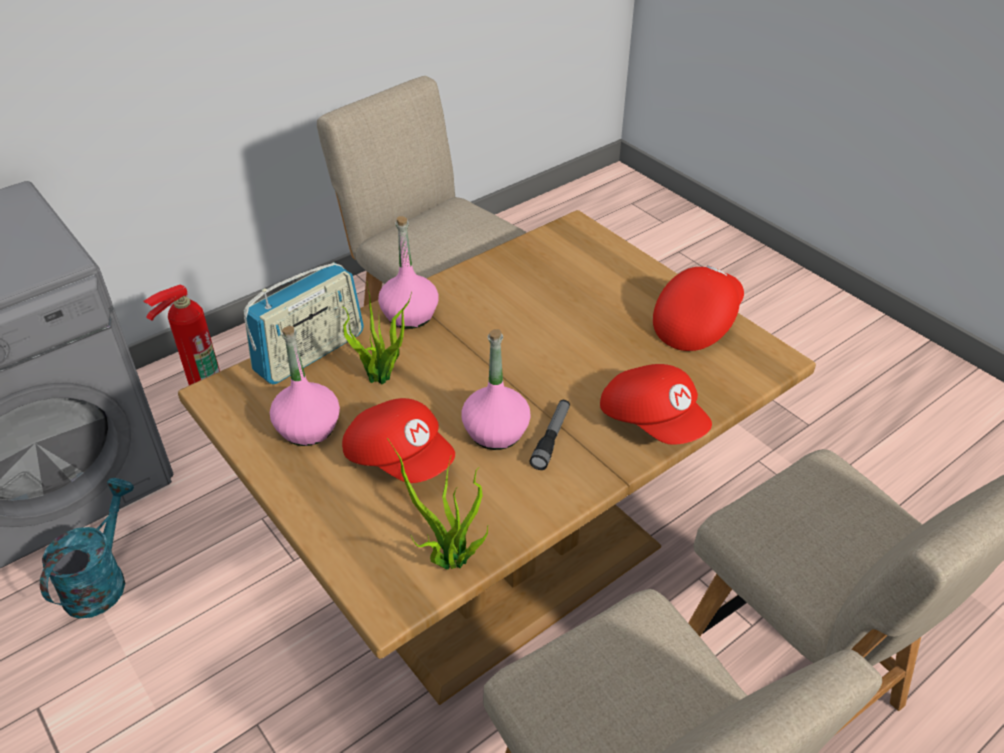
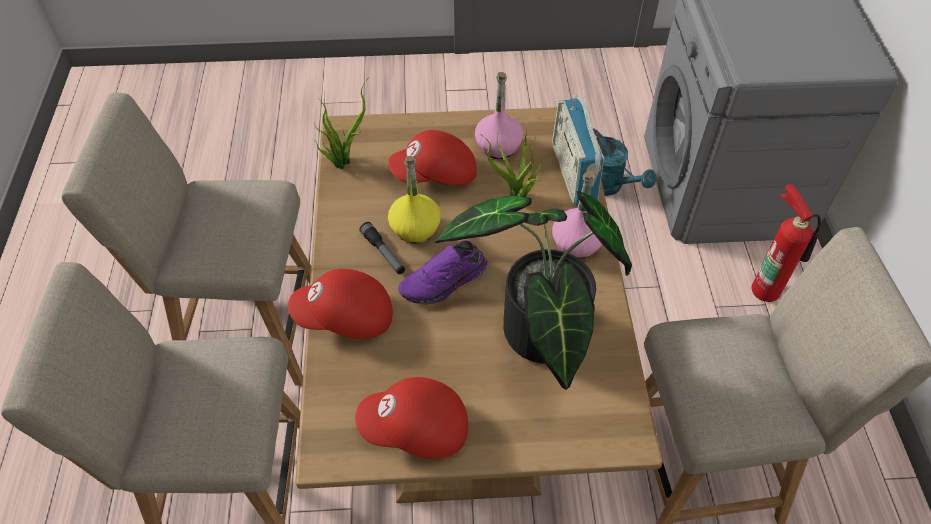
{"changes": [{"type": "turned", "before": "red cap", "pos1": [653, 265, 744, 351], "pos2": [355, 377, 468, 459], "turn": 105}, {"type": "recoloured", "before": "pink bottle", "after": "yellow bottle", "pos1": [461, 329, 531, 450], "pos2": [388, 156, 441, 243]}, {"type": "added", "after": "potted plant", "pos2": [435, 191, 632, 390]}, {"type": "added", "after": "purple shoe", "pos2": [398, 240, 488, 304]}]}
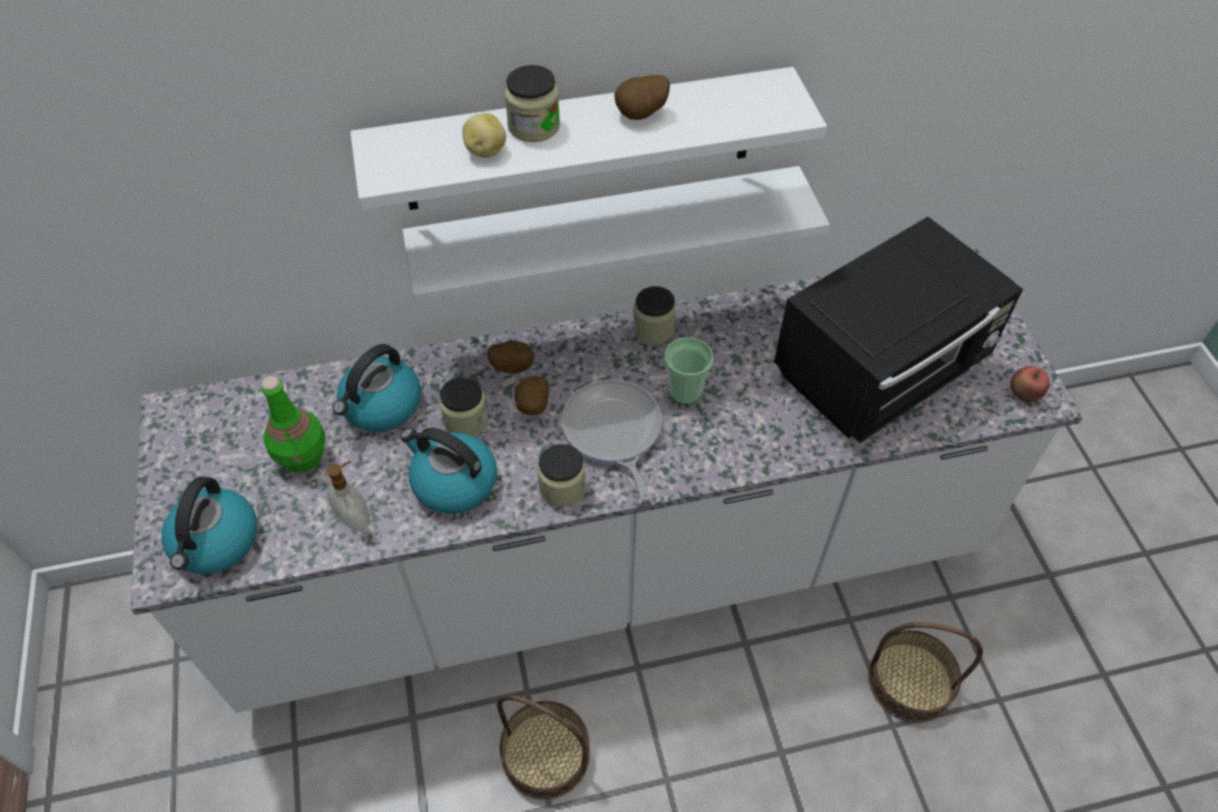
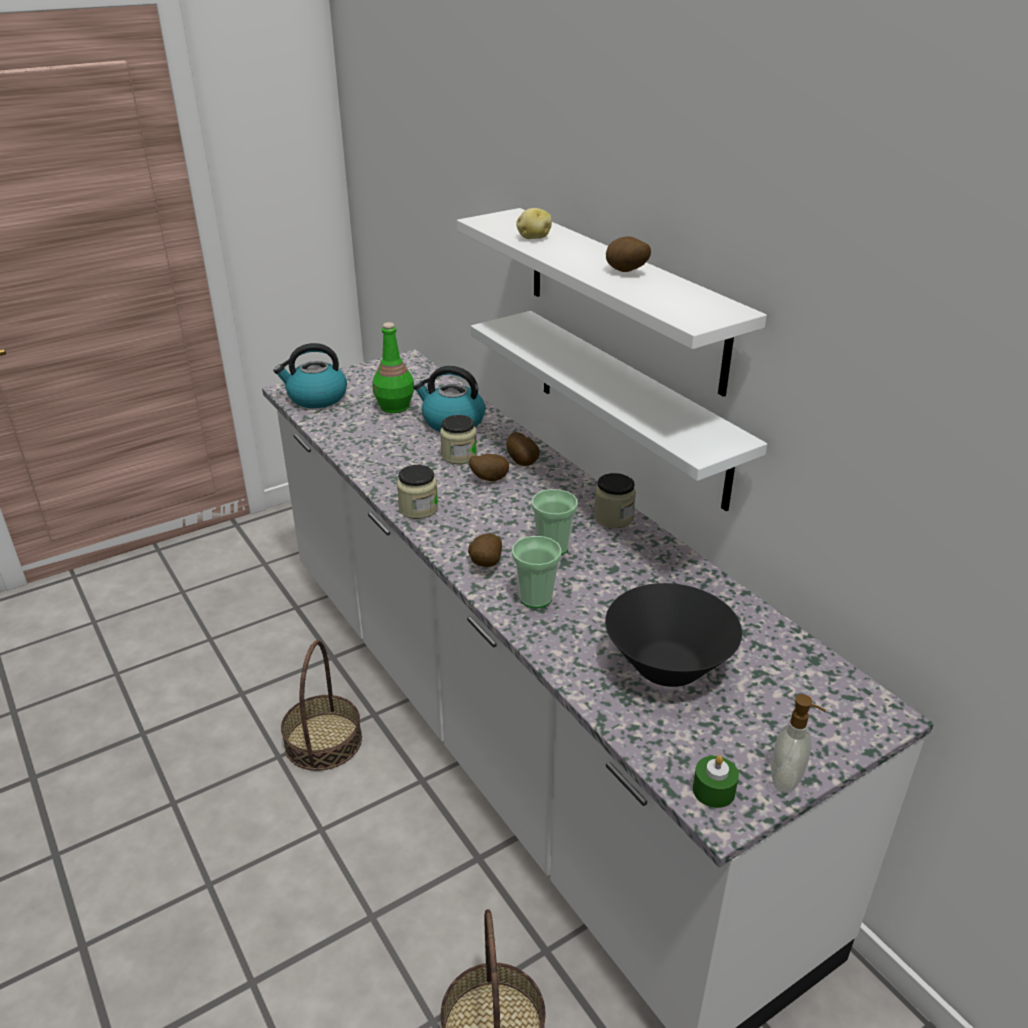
{"changes": [{"type": "removed", "before": "jar", "pos1": [504, 65, 560, 142]}, {"type": "replaced", "before": "black microwave", "after": "black bowl", "pos1": [774, 217, 1023, 444], "pos2": [605, 583, 742, 687]}, {"type": "replaced", "before": "apple", "after": "green candle", "pos1": [1010, 366, 1049, 402], "pos2": [693, 755, 739, 808]}, {"type": "removed", "before": "frying pan", "pos1": [562, 380, 662, 500]}, {"type": "removed", "before": "kettle", "pos1": [400, 428, 497, 514]}, {"type": "moved", "before": "soap dispenser", "pos1": [327, 461, 370, 532], "pos2": [771, 694, 826, 793]}, {"type": "added", "after": "potato", "pos2": [468, 533, 502, 567]}, {"type": "added", "after": "cup", "pos2": [512, 536, 562, 608]}]}
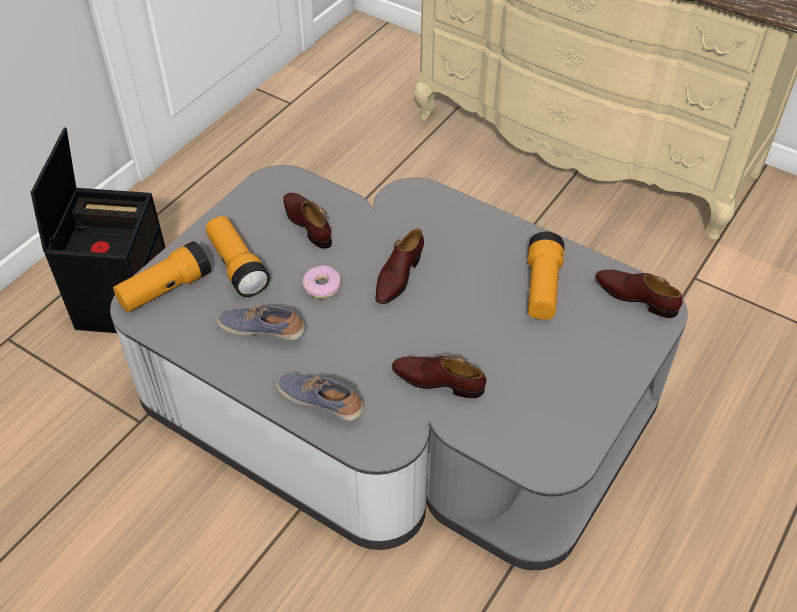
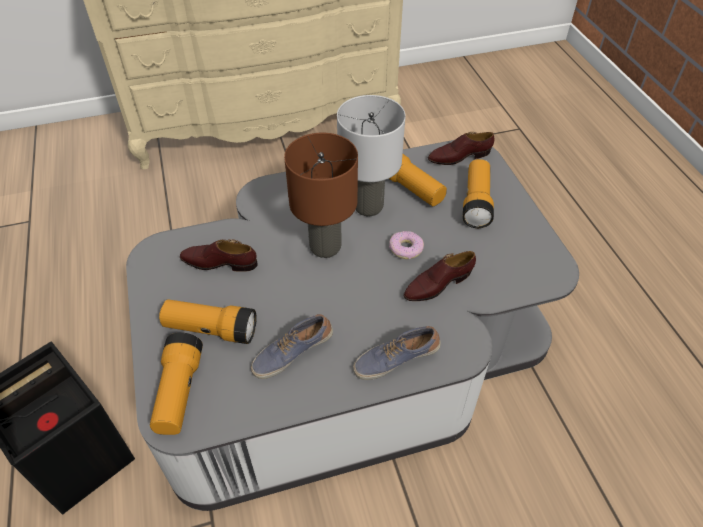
{"changes": [{"type": "replaced", "before": "brown shoe", "after": "brown table lamp", "pos1": [375, 229, 424, 304], "pos2": [284, 133, 358, 258]}, {"type": "moved", "before": "donut", "pos1": [302, 265, 341, 298], "pos2": [389, 231, 424, 259]}, {"type": "added", "after": "white table lamp", "pos2": [337, 95, 406, 216]}, {"type": "added", "after": "flashlight", "pos2": [463, 159, 494, 228]}]}
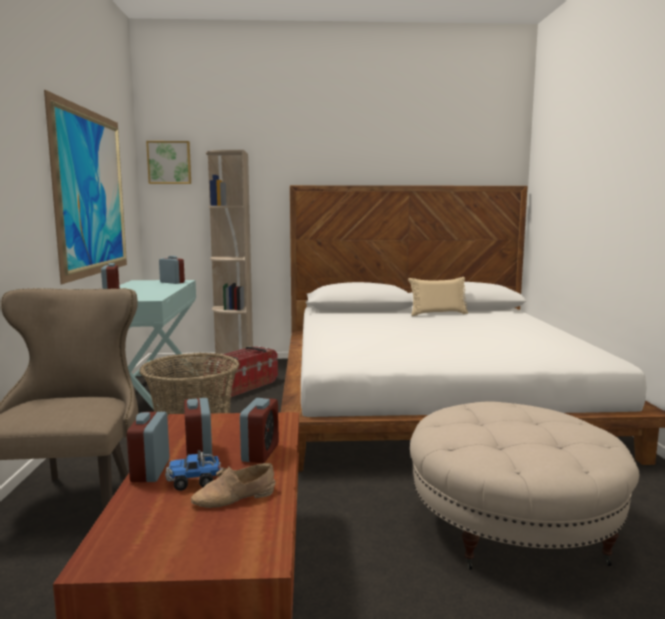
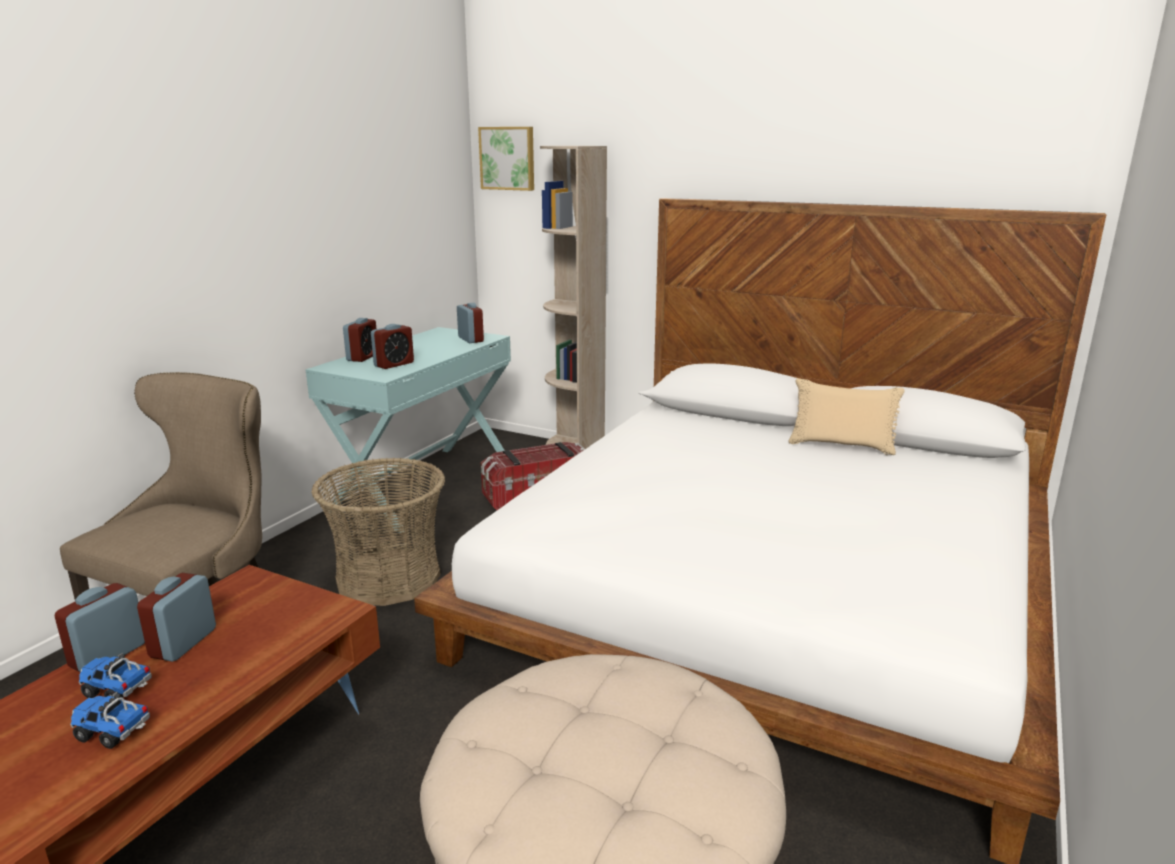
{"changes": [{"type": "removed", "before": "picture", "pos1": [44, 90, 127, 284]}, {"type": "moved", "before": "alarm clock", "pos1": [240, 398, 279, 463], "pos2": [371, 324, 414, 369]}, {"type": "replaced", "before": "beige shoe", "after": "toy truck", "pos1": [191, 463, 276, 508], "pos2": [70, 692, 150, 749]}]}
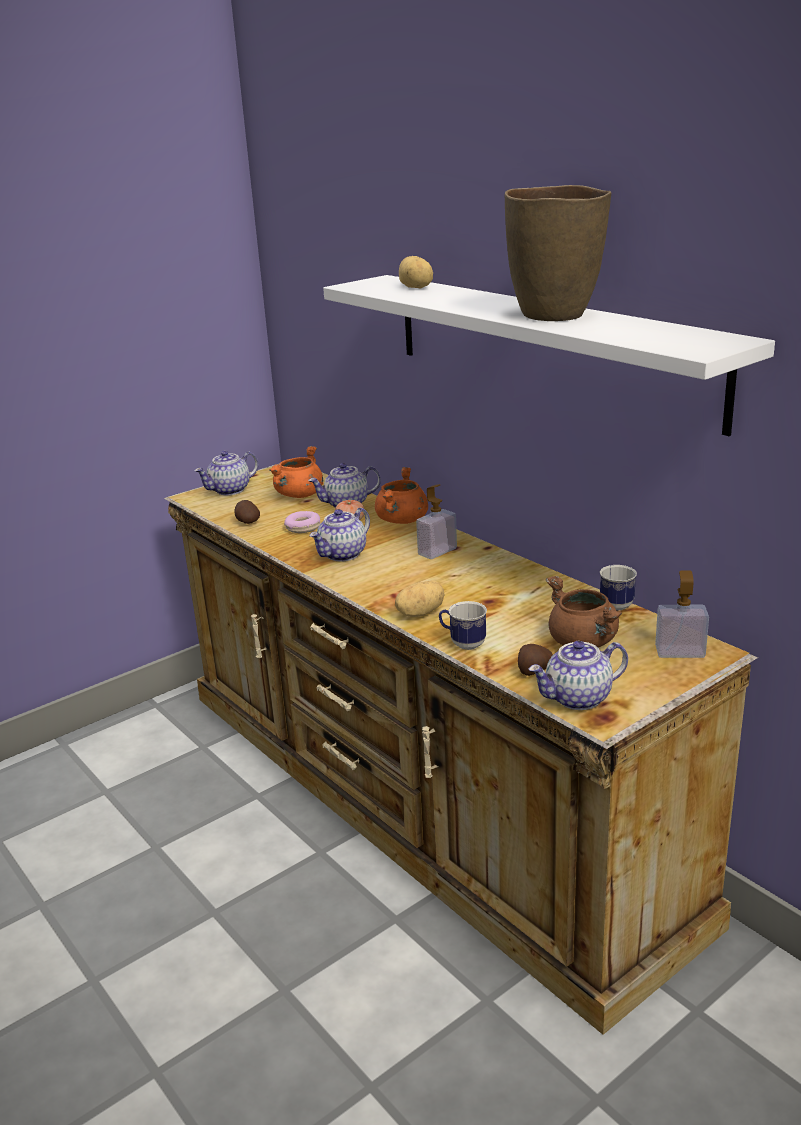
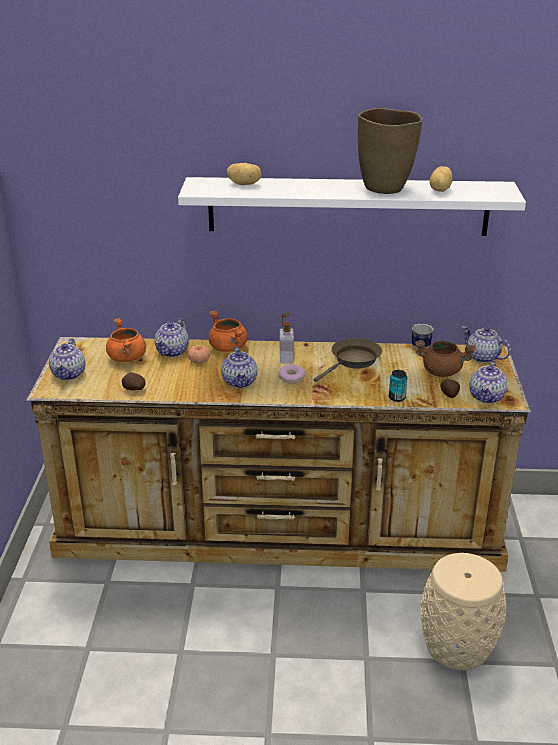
{"changes": [{"type": "moved", "before": "donut", "pos1": [284, 511, 321, 533], "pos2": [278, 364, 305, 384]}, {"type": "replaced", "before": "soap dispenser", "after": "teapot", "pos1": [655, 570, 709, 658], "pos2": [462, 326, 511, 363]}, {"type": "moved", "before": "potato", "pos1": [395, 580, 445, 617], "pos2": [430, 166, 453, 192]}, {"type": "replaced", "before": "mug", "after": "can", "pos1": [439, 601, 487, 650], "pos2": [389, 370, 407, 402]}, {"type": "added", "after": "brown frying pan", "pos2": [314, 338, 382, 382]}, {"type": "added", "after": "beige stool", "pos2": [420, 553, 506, 671]}]}
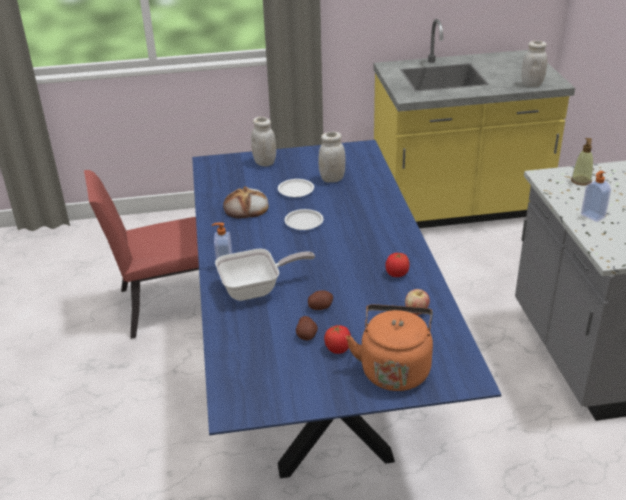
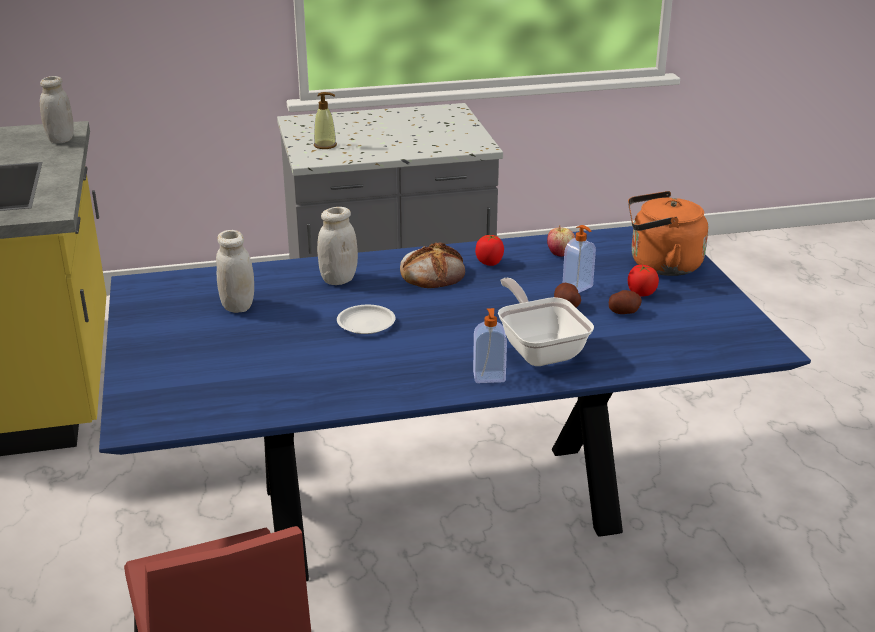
{"changes": [{"type": "moved", "before": "white jar", "pos1": [251, 117, 276, 166], "pos2": [317, 207, 358, 285]}, {"type": "moved", "before": "soap dispenser", "pos1": [581, 171, 611, 222], "pos2": [563, 225, 596, 293]}, {"type": "removed", "before": "white plate", "pos1": [278, 179, 314, 197]}, {"type": "moved", "before": "bread", "pos1": [223, 187, 269, 219], "pos2": [400, 242, 465, 288]}]}
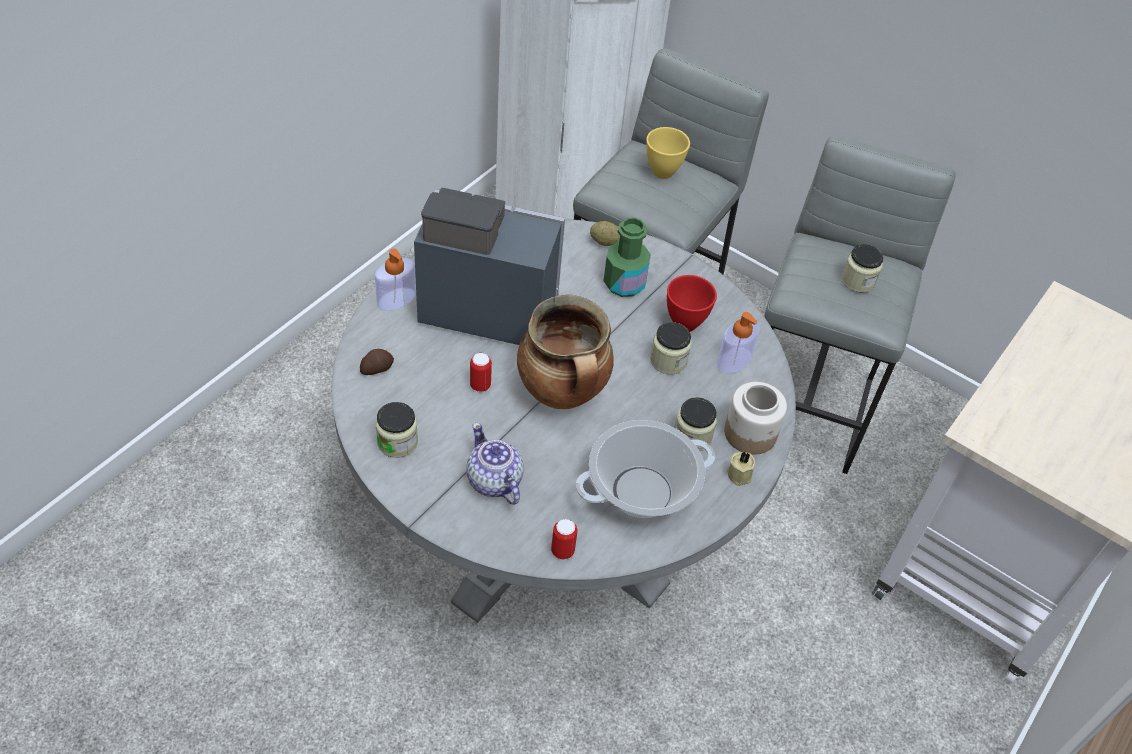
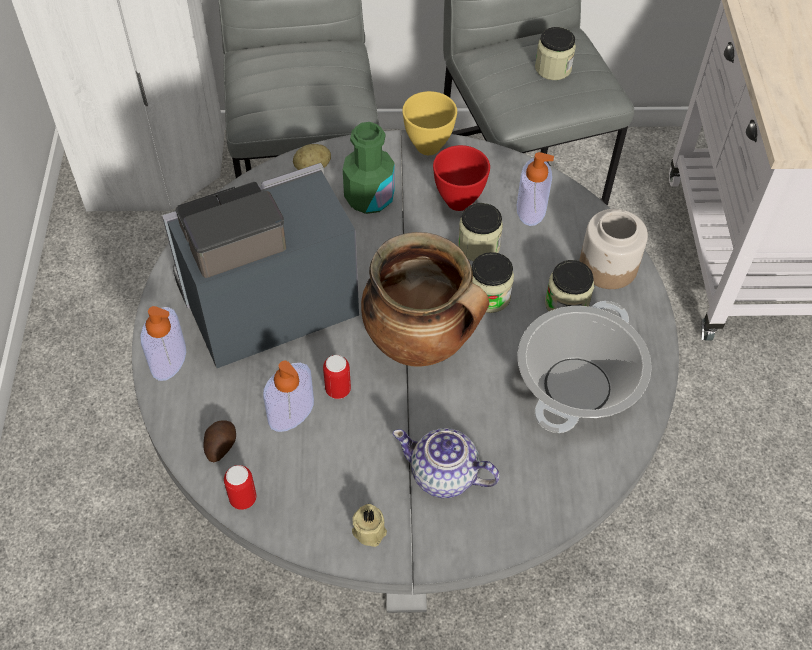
{"changes": [{"type": "moved", "before": "yellow bowl", "pos1": [646, 127, 690, 179], "pos2": [402, 91, 457, 155]}, {"type": "moved", "before": "jar", "pos1": [376, 402, 418, 458], "pos2": [471, 252, 514, 313]}, {"type": "moved", "before": "beige candle", "pos1": [727, 451, 755, 486], "pos2": [352, 504, 387, 547]}, {"type": "moved", "before": "can", "pos1": [551, 519, 578, 559], "pos2": [224, 465, 257, 510]}, {"type": "added", "after": "soap dispenser", "pos2": [263, 361, 314, 432]}]}
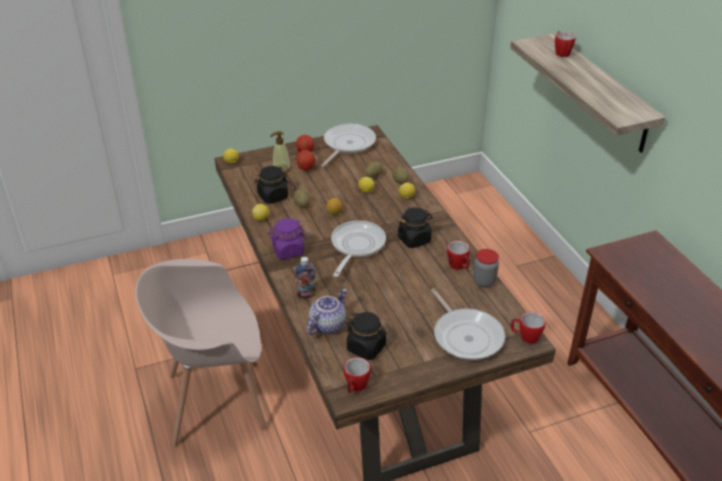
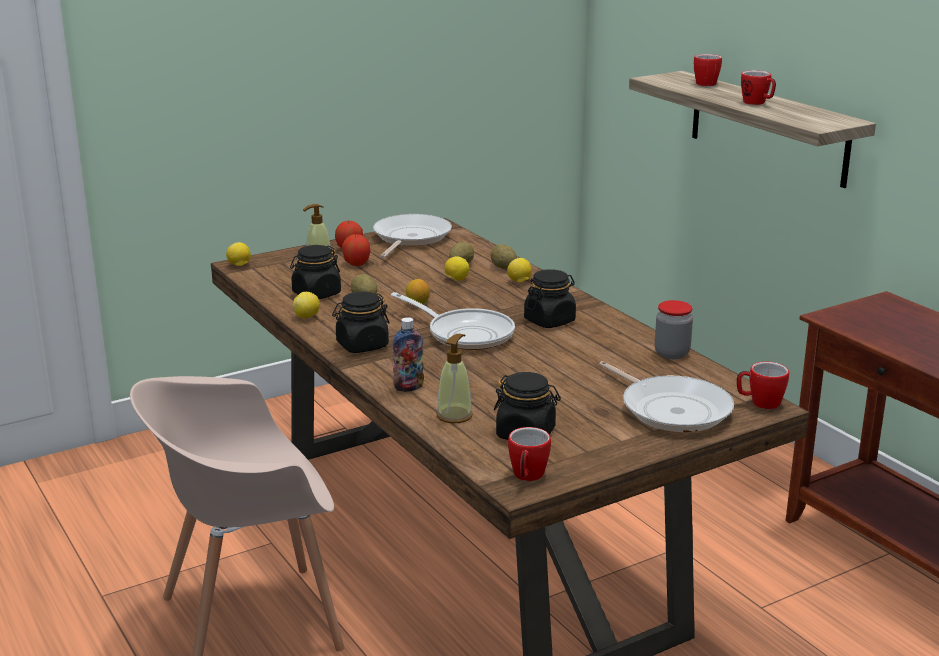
{"changes": [{"type": "recoloured", "before": "purple jar", "after": "black jar", "pos1": [268, 218, 306, 259], "pos2": [332, 291, 390, 353]}, {"type": "turned", "before": "frying pan", "pos1": [331, 221, 386, 277], "pos2": [391, 292, 515, 350], "turn": 120}, {"type": "moved", "before": "mug", "pos1": [447, 241, 470, 270], "pos2": [741, 71, 776, 105]}, {"type": "replaced", "before": "teapot", "after": "soap dispenser", "pos1": [307, 289, 347, 335], "pos2": [437, 334, 473, 423]}]}
